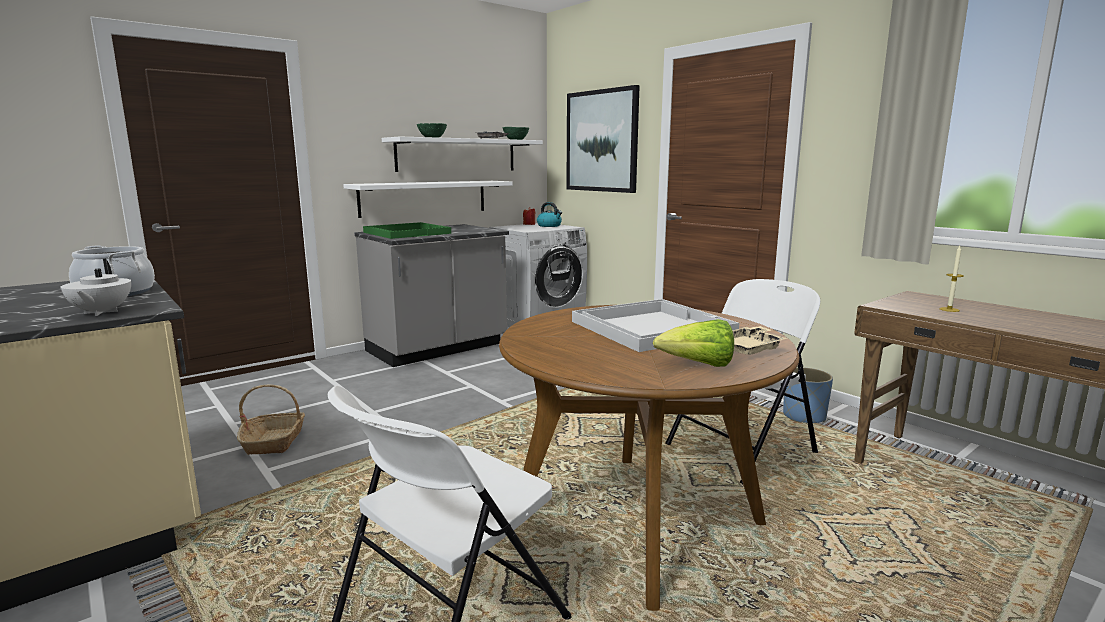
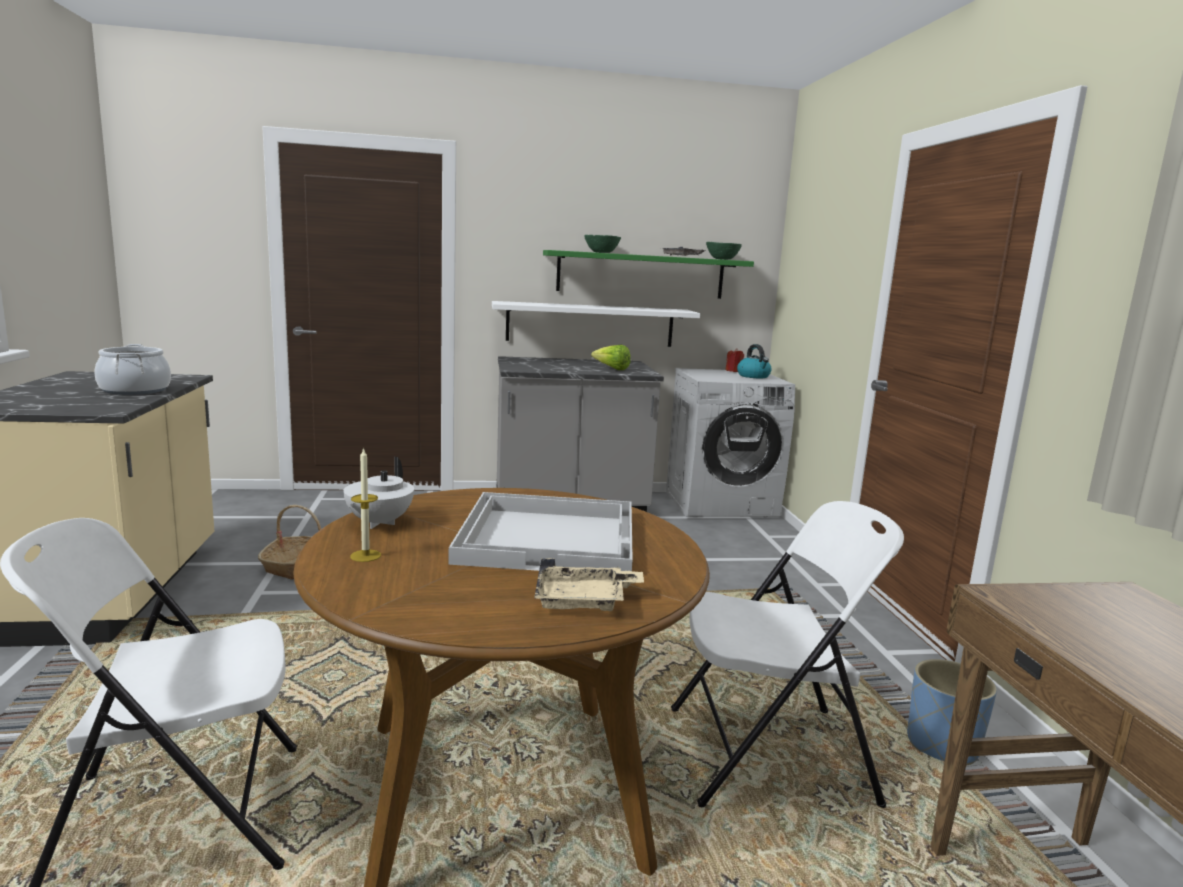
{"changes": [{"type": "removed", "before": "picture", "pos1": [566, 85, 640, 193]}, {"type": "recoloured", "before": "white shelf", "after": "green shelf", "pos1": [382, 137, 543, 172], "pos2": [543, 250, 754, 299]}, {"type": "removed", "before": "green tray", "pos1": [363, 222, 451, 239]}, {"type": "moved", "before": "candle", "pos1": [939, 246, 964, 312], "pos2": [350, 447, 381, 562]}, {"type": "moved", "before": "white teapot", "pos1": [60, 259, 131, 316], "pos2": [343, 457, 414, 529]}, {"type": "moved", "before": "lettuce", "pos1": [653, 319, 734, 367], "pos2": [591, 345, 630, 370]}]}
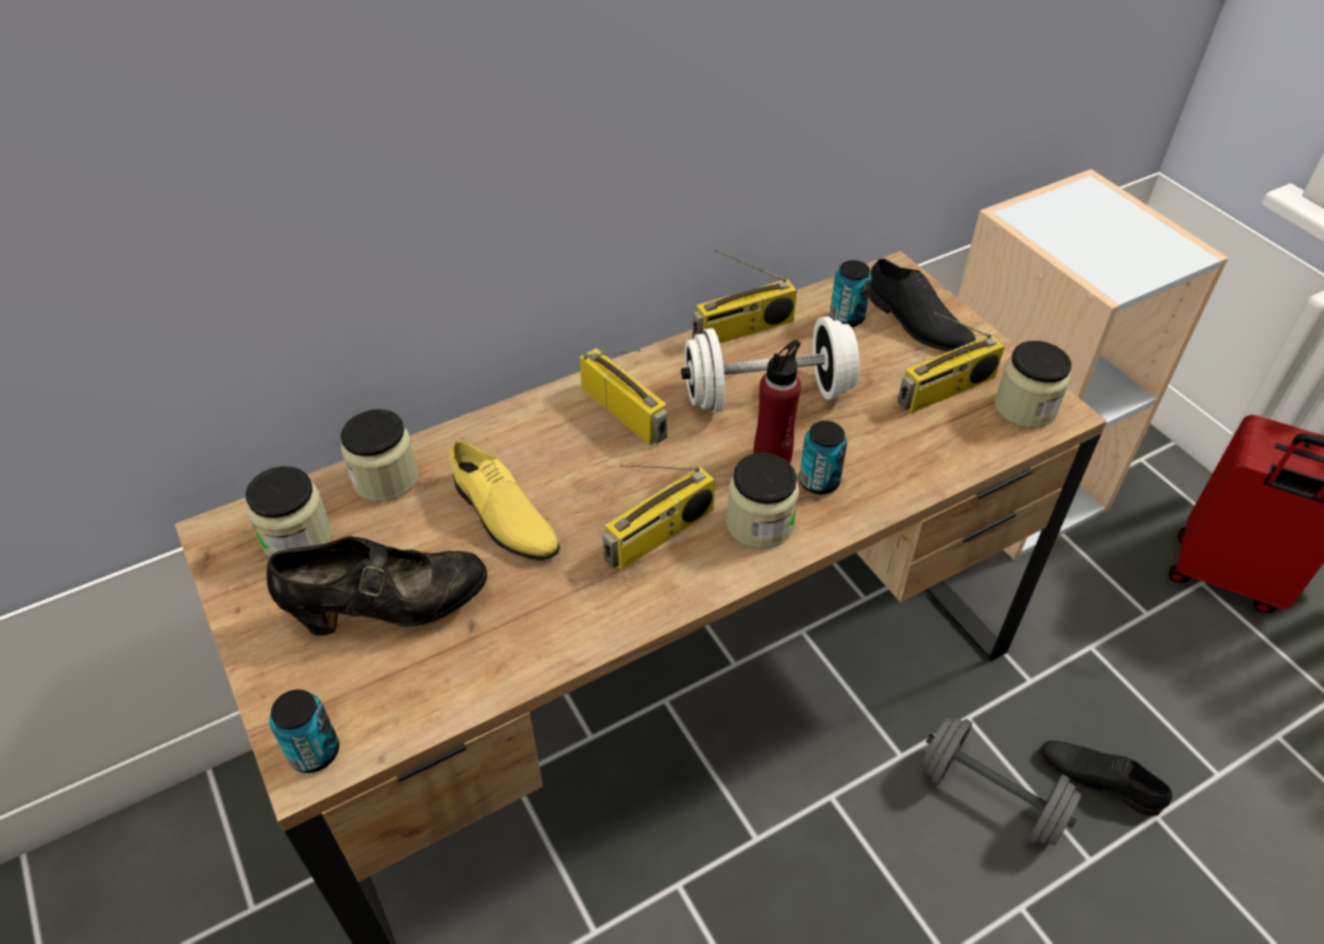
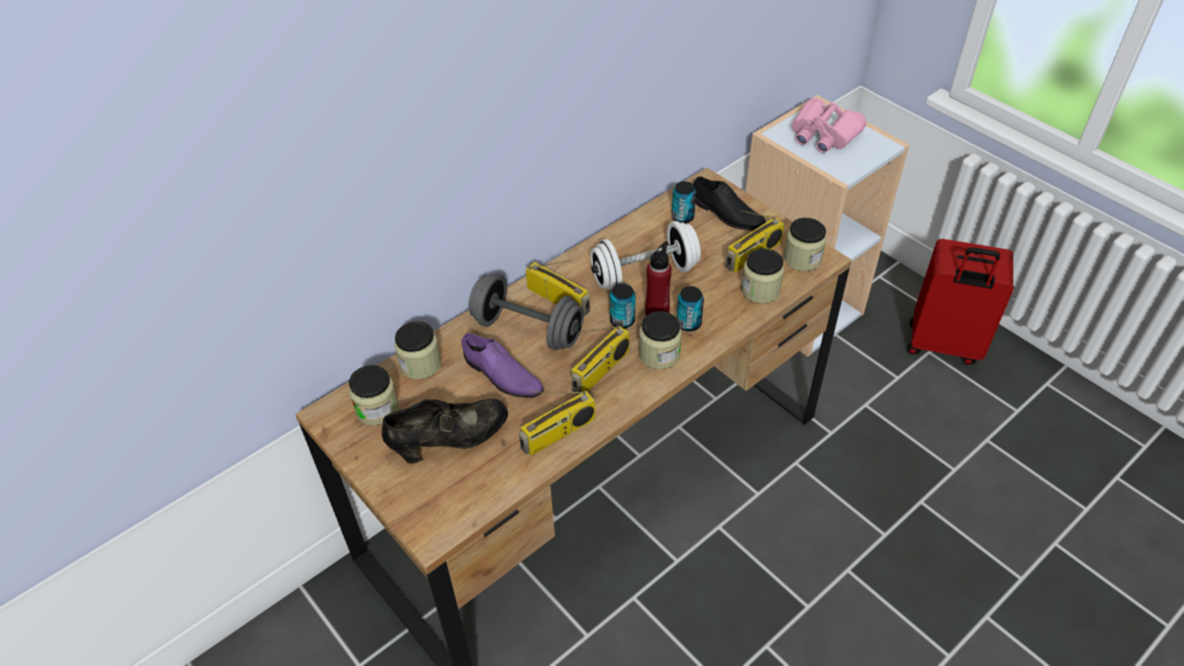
{"changes": [{"type": "moved", "before": "radio", "pos1": [693, 249, 797, 343], "pos2": [519, 391, 596, 456]}, {"type": "recoloured", "before": "yellow shoe", "after": "purple shoe", "pos1": [450, 441, 560, 561], "pos2": [461, 333, 544, 398]}, {"type": "moved", "before": "can", "pos1": [269, 689, 339, 773], "pos2": [610, 283, 635, 329]}, {"type": "moved", "before": "grey dumbbell", "pos1": [921, 718, 1081, 846], "pos2": [469, 273, 584, 350]}, {"type": "removed", "before": "black shoe", "pos1": [1038, 741, 1172, 816]}, {"type": "added", "after": "pink binoculars", "pos2": [792, 98, 867, 153]}, {"type": "added", "after": "jar", "pos2": [741, 248, 784, 303]}]}
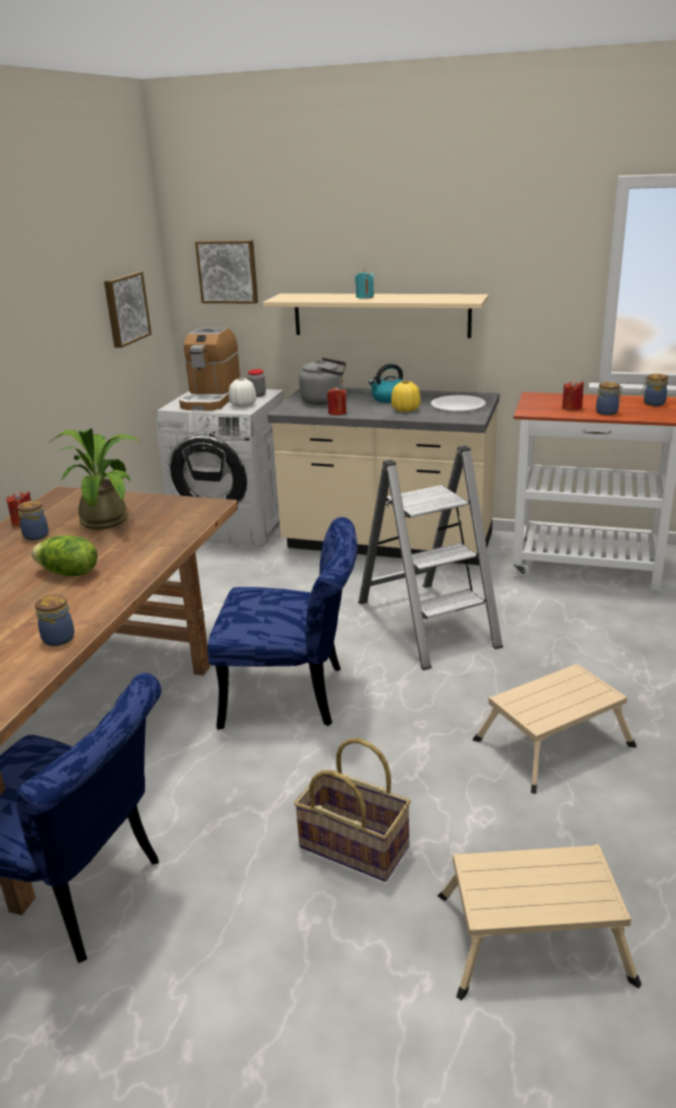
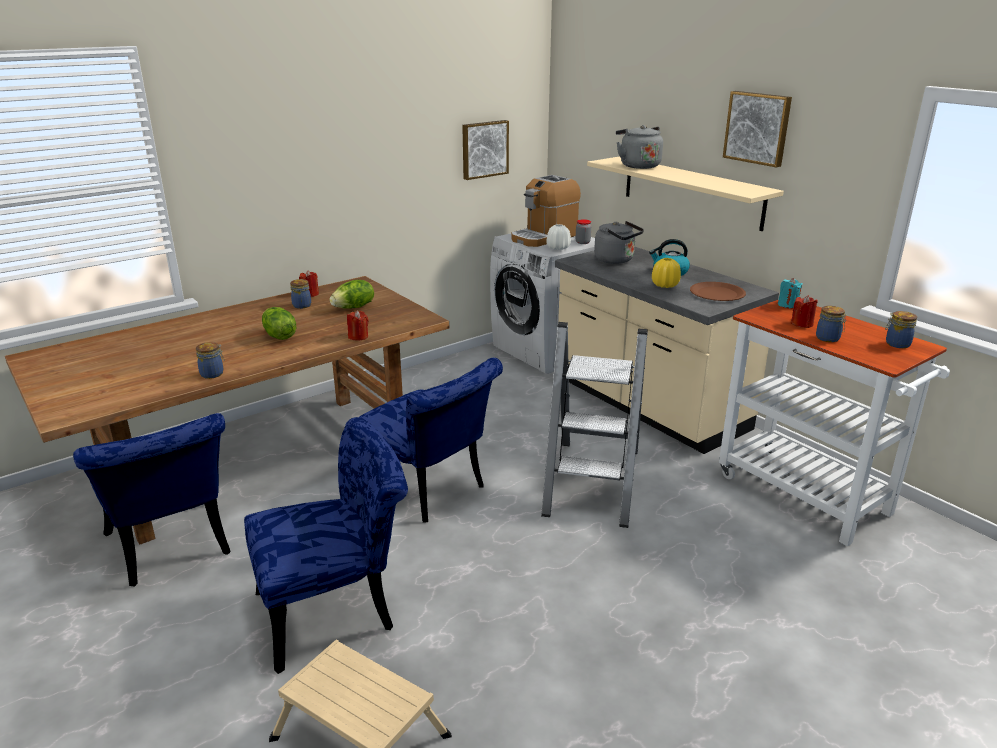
{"changes": [{"type": "moved", "before": "picture", "pos1": [195, 240, 258, 304], "pos2": [723, 91, 792, 167]}, {"type": "moved", "before": "turquoise candle", "pos1": [355, 270, 374, 298], "pos2": [778, 278, 803, 309]}, {"type": "moved", "before": "red candle", "pos1": [327, 386, 346, 415], "pos2": [347, 310, 369, 341]}, {"type": "recoloured", "before": "white plate", "after": "brown plate", "pos1": [431, 395, 486, 411], "pos2": [690, 282, 746, 301]}, {"type": "replaced", "before": "potted plant", "after": "lettuce", "pos1": [49, 428, 139, 530], "pos2": [330, 280, 374, 309]}, {"type": "removed", "before": "beige step ladder", "pos1": [473, 663, 636, 794]}, {"type": "replaced", "before": "basket", "after": "blue chair", "pos1": [294, 738, 411, 882], "pos2": [244, 417, 408, 674]}, {"type": "added", "after": "grey kettle", "pos2": [616, 125, 663, 169]}]}
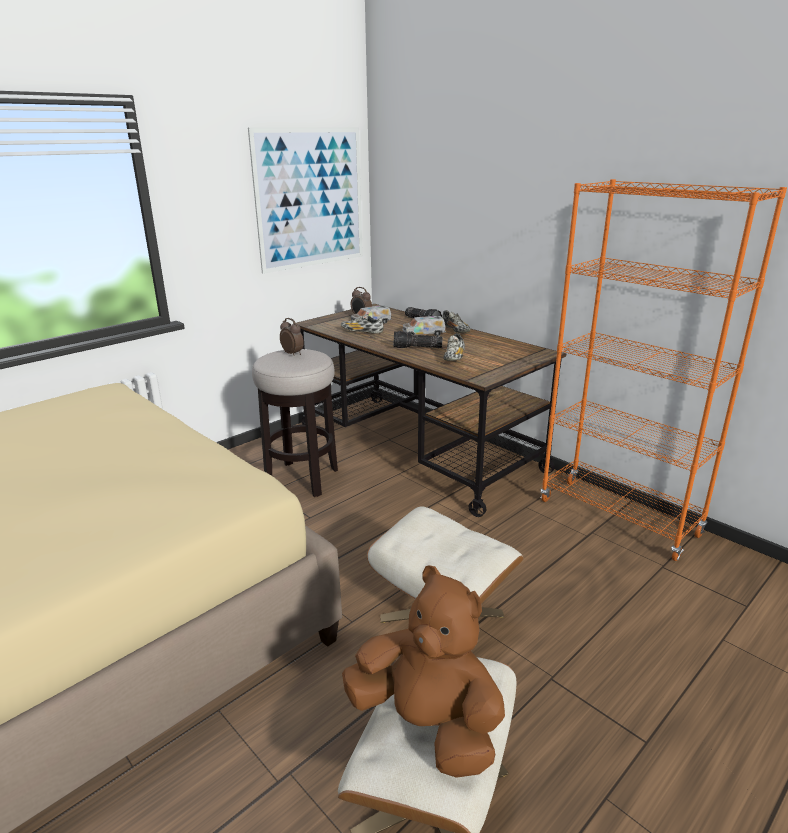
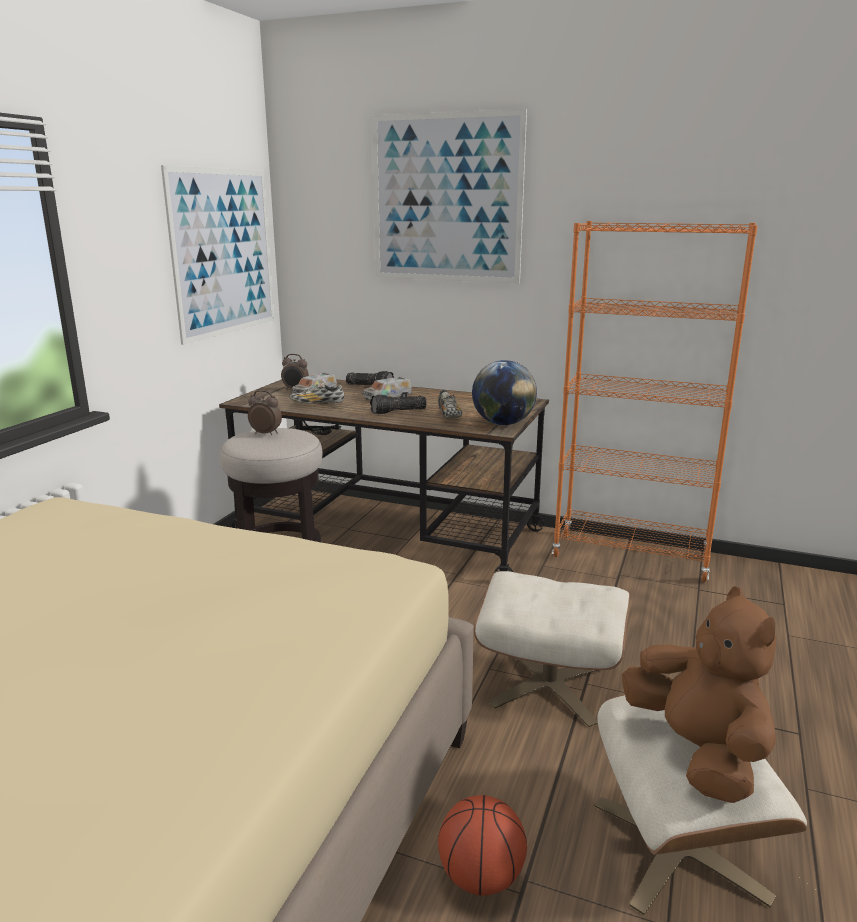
{"changes": [{"type": "removed", "before": "shoe", "pos1": [442, 310, 470, 333]}, {"type": "turned", "before": "brown plush toy", "pos1": [342, 566, 505, 778], "pos2": [622, 586, 776, 803], "turn": 60}, {"type": "added", "after": "picture", "pos2": [372, 109, 527, 283]}, {"type": "added", "after": "globe", "pos2": [472, 360, 537, 425]}, {"type": "added", "after": "basketball", "pos2": [438, 795, 527, 896]}]}
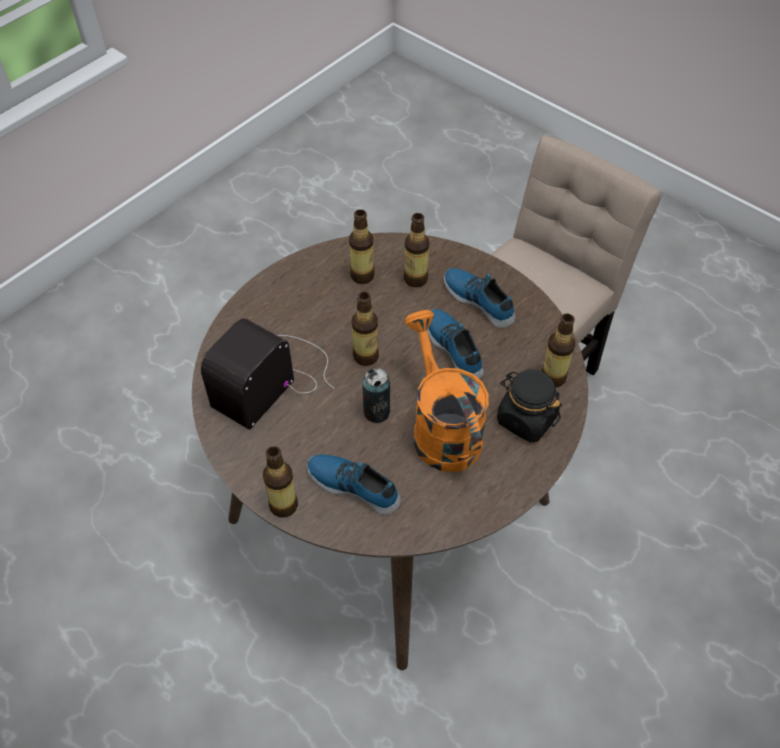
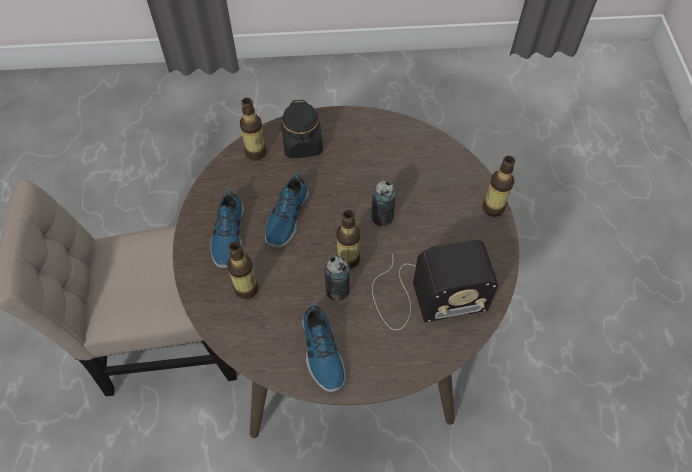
{"changes": [{"type": "removed", "before": "bottle", "pos1": [349, 210, 375, 284]}, {"type": "removed", "before": "orange watering can", "pos1": [404, 310, 489, 472]}, {"type": "moved", "before": "shoe", "pos1": [307, 455, 401, 515], "pos2": [302, 302, 346, 392]}, {"type": "added", "after": "can", "pos2": [325, 256, 350, 301]}]}
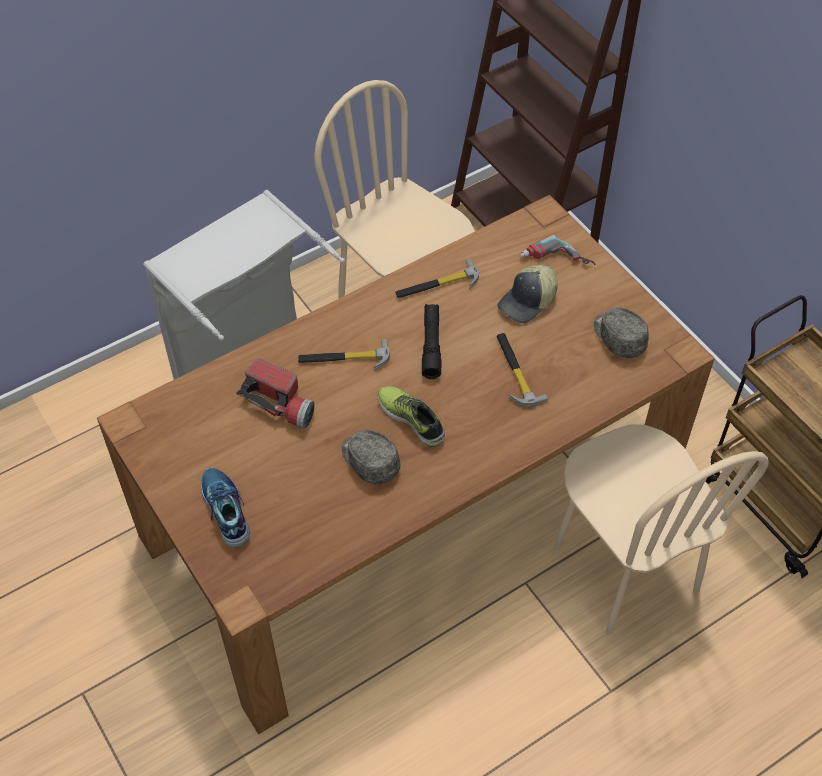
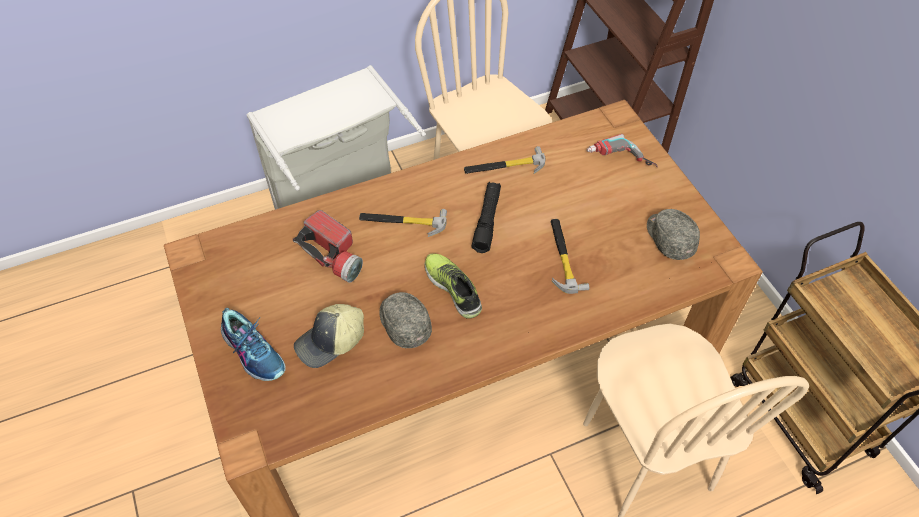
{"changes": [{"type": "moved", "before": "cap", "pos1": [497, 265, 558, 323], "pos2": [294, 304, 364, 368]}, {"type": "turned", "before": "shoe", "pos1": [201, 468, 250, 548], "pos2": [221, 308, 286, 381], "turn": 150}]}
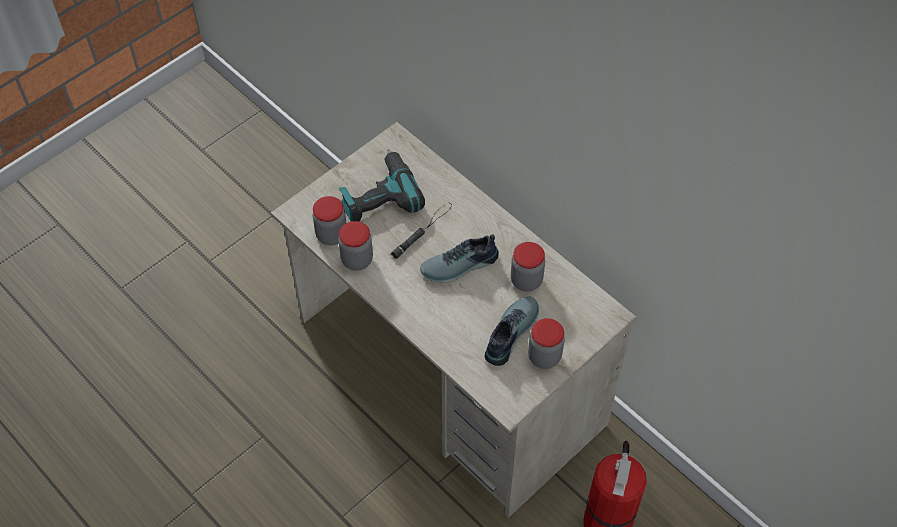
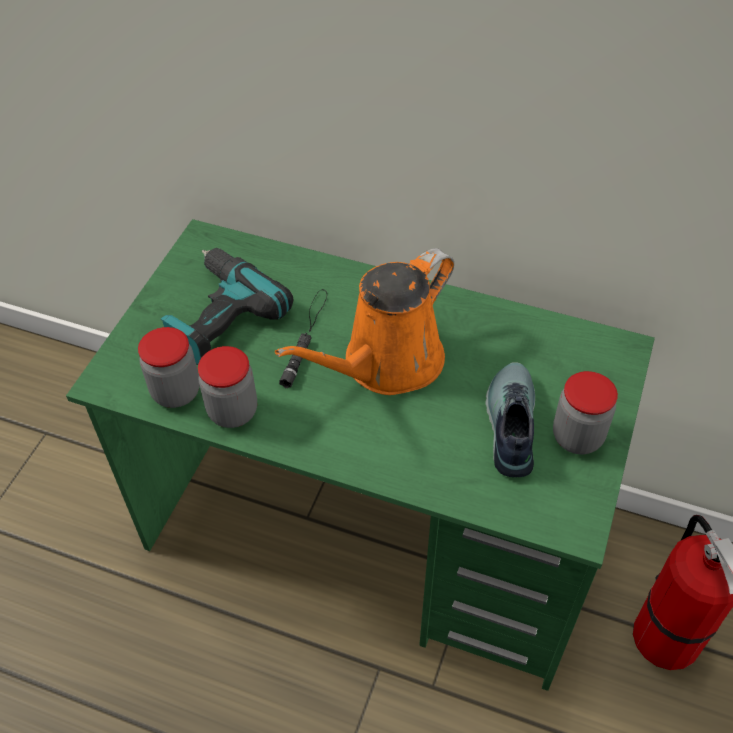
{"changes": [{"type": "recoloured", "before": "beige desk", "after": "green desk", "pos1": [271, 122, 636, 518], "pos2": [66, 219, 655, 691]}, {"type": "replaced", "before": "shoe", "after": "orange watering can", "pos1": [420, 234, 499, 283], "pos2": [275, 248, 454, 395]}, {"type": "removed", "before": "jar", "pos1": [511, 242, 545, 292]}]}
